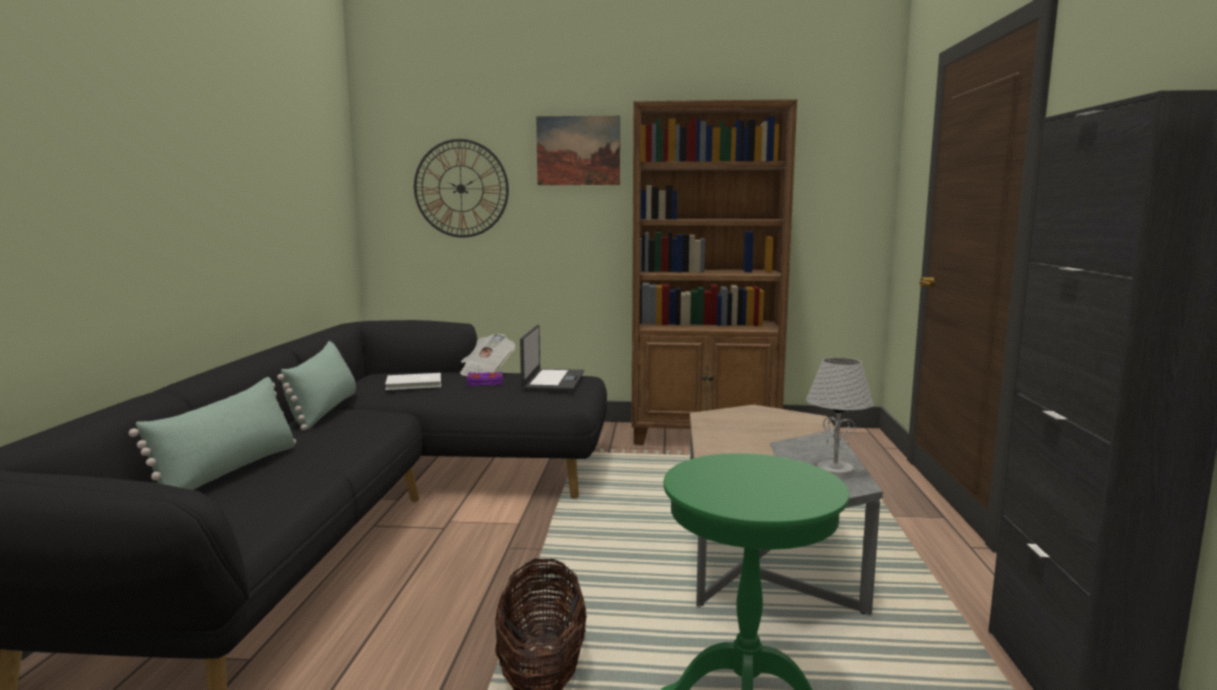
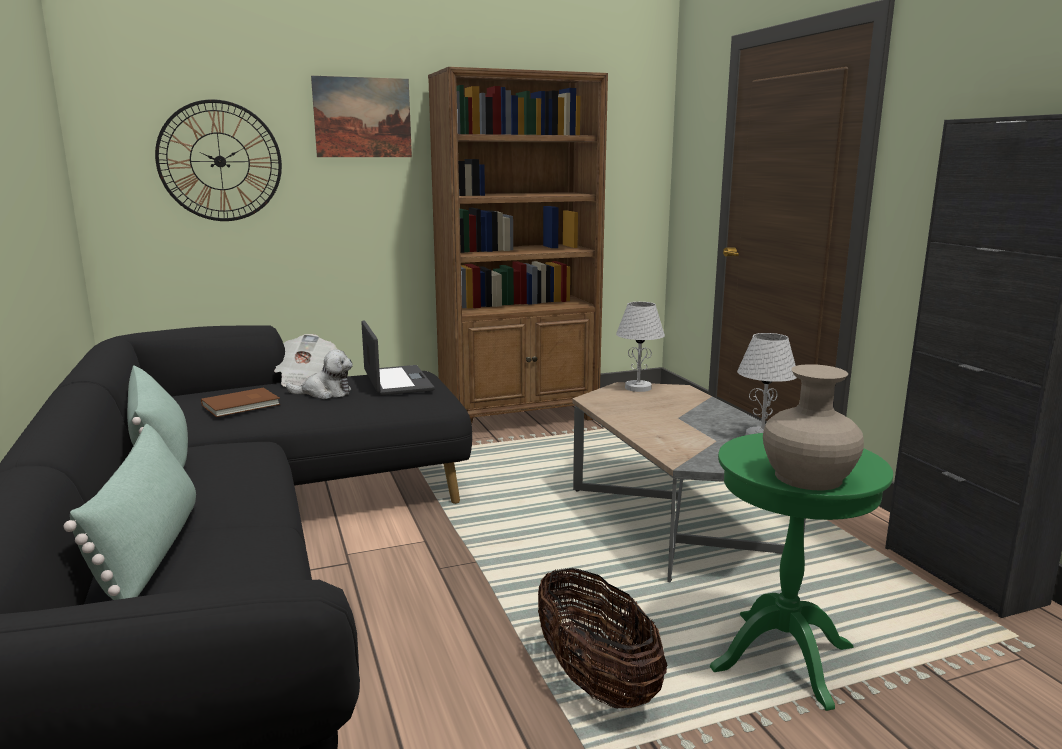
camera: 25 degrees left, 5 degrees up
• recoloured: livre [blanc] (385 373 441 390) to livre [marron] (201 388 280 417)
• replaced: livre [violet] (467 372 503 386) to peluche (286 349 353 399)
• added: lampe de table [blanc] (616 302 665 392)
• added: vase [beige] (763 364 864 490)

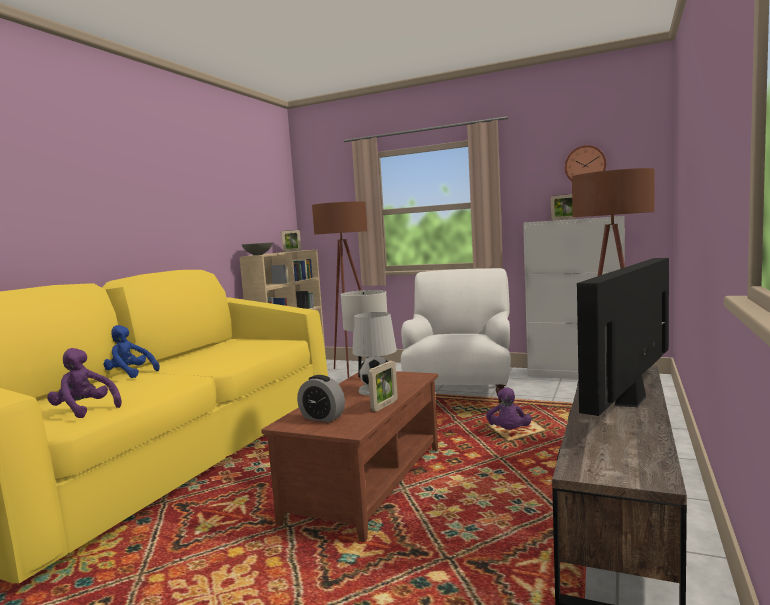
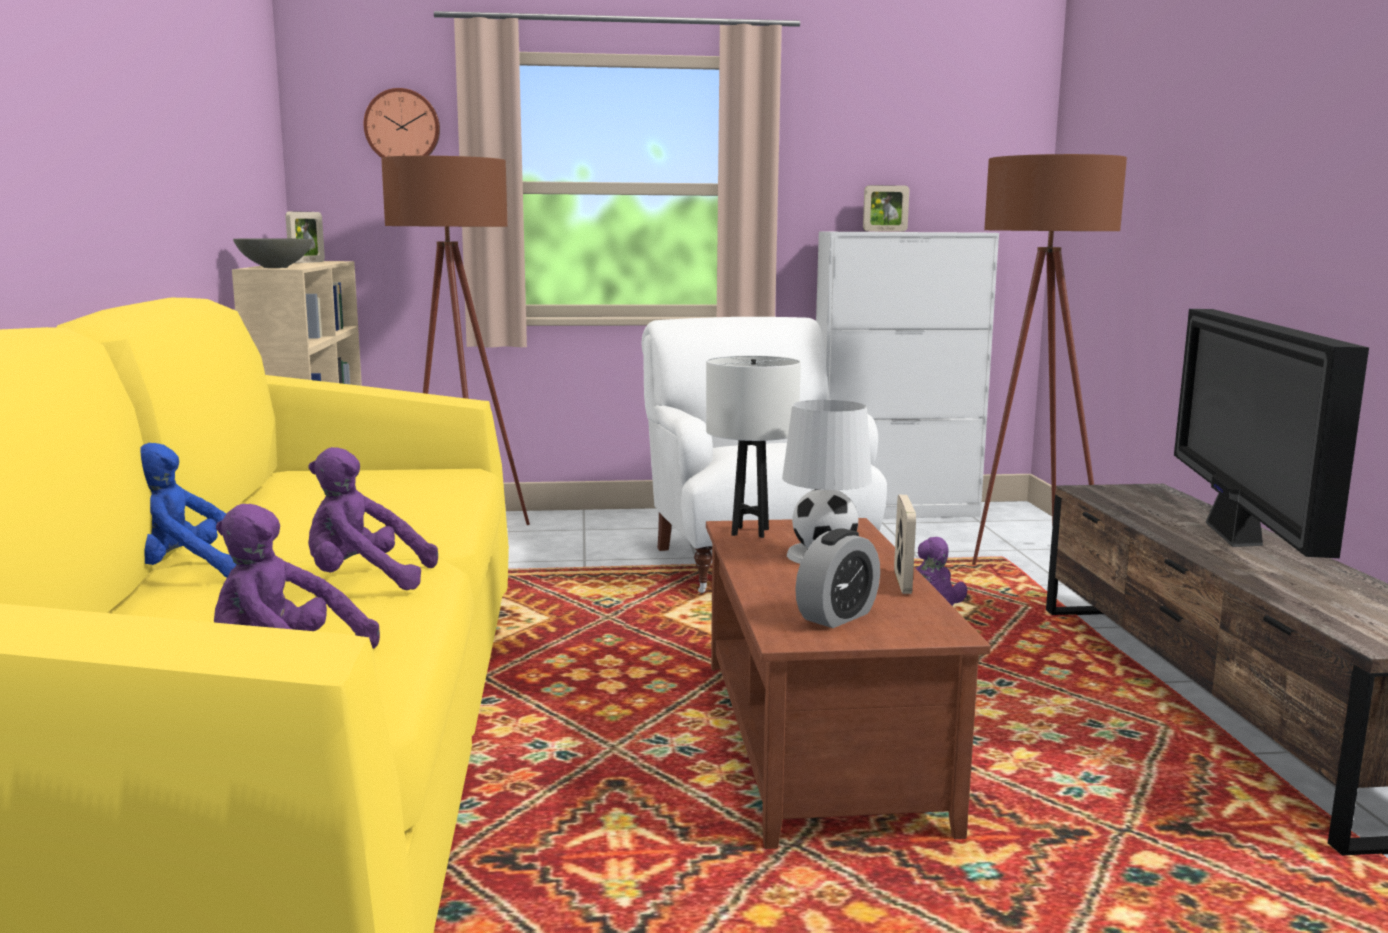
camera: 30 degrees left, 5 degrees up
• added: peluche [violet] (308 447 438 590)
• moved: horloge murale (565 145 606 181) to (364 88 440 158)
• turned: réveil (297 375 345 422) = (795 528 880 628) 45 degrees counterclockwise

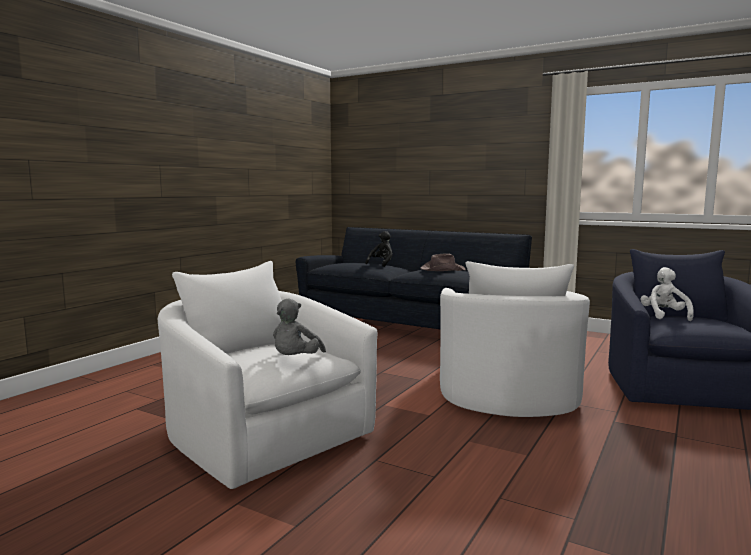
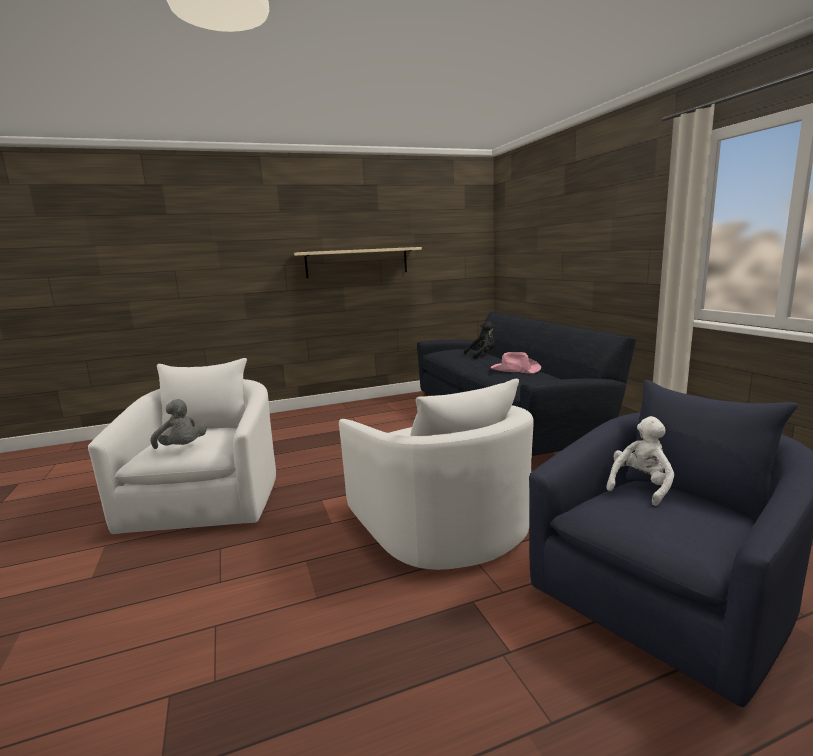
camera: 40 degrees right, 5 degrees up
• turned: peluche [gris] (273 299 326 355) = (150 399 207 449) 105 degrees counterclockwise
• added: étagère [beige] (294 247 422 278)
• turned: fauteuil [blanc] (440 261 590 417) = (339 379 534 570) 75 degrees counterclockwise
• recoloured: chapeau [marron] (421 253 466 271) to chapeau [rose] (491 352 541 373)

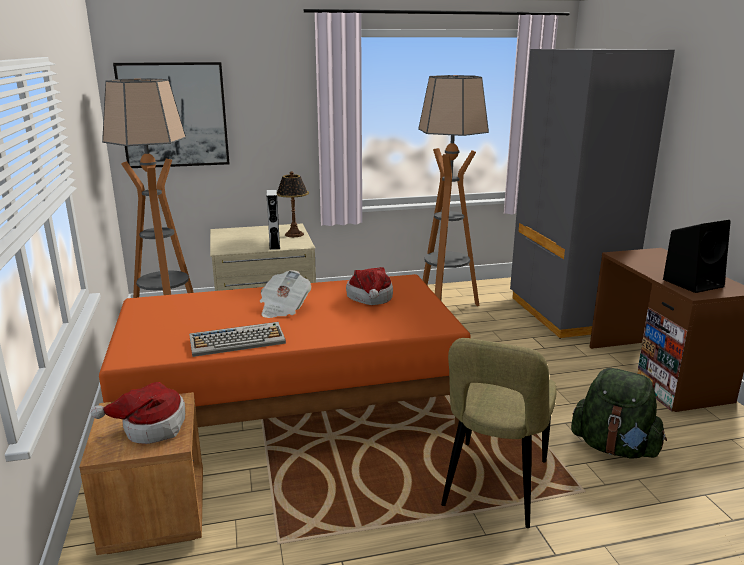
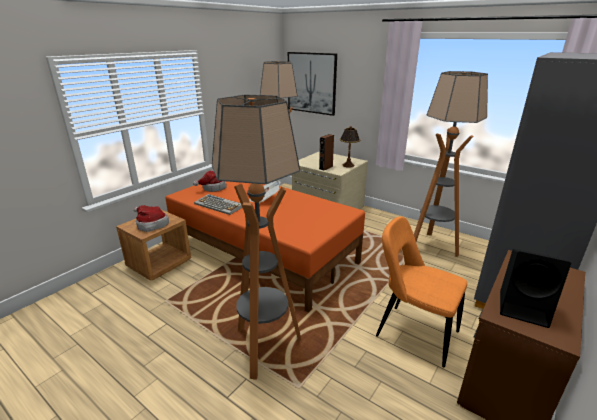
camera: 50 degrees right, 5 degrees up
• moved: chapeau (346 267 393 305) to (193 170 227 192)
• replaced: chaise [beige] (441 338 557 528) to lampadaire (212 95 302 380)
• recoloured: enceinte [gris] (266 190 280 250) to enceinte [marron] (319 134 334 171)
• added: chaise [orange] (376 216 467 367)
• removed: sac à dos [vert] (571 368 667 459)

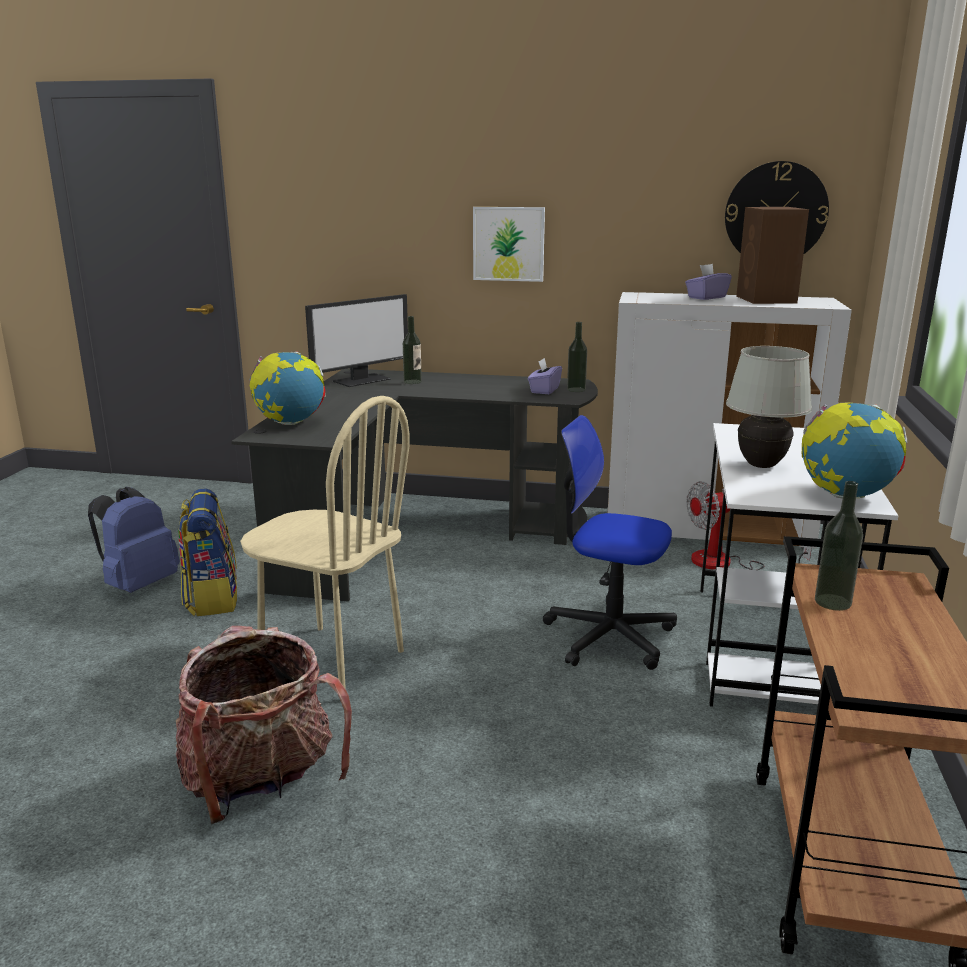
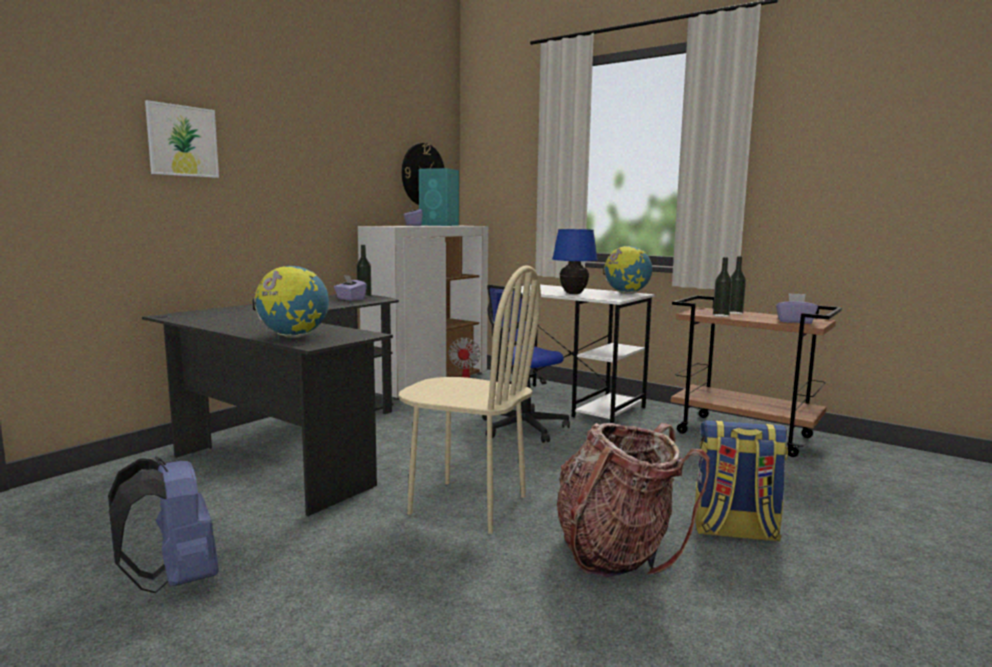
camera: 65 degrees left, 10 degrees down
• moved: tableau (473 207 545 282) to (145 100 219 178)
• turned: chaise [beige] (240 396 410 689) = (399 265 541 534) 60 degrees clockwise
• recoloured: enceinte [marron] (736 207 809 304) to enceinte [turquoise] (419 168 459 226)
• recoloured: lampe de table [blanc] (726 346 812 468) to lampe de table [bleu] (552 229 598 294)
• moved: sac à dos (178 489 237 616) to (695 420 788 542)
• moved: bouteille (403 316 422 384) to (730 256 746 314)
• added: boîte à mouchoirs [violet] (776 293 818 324)
• removed: écran d'ordinateur (305 294 408 387)

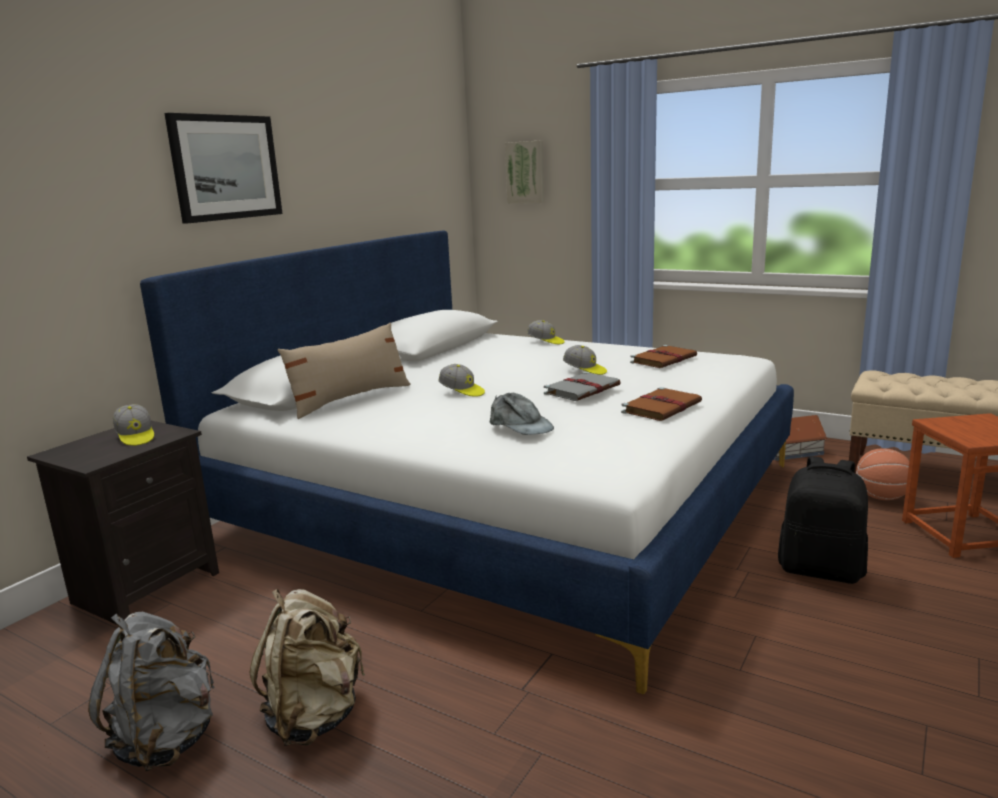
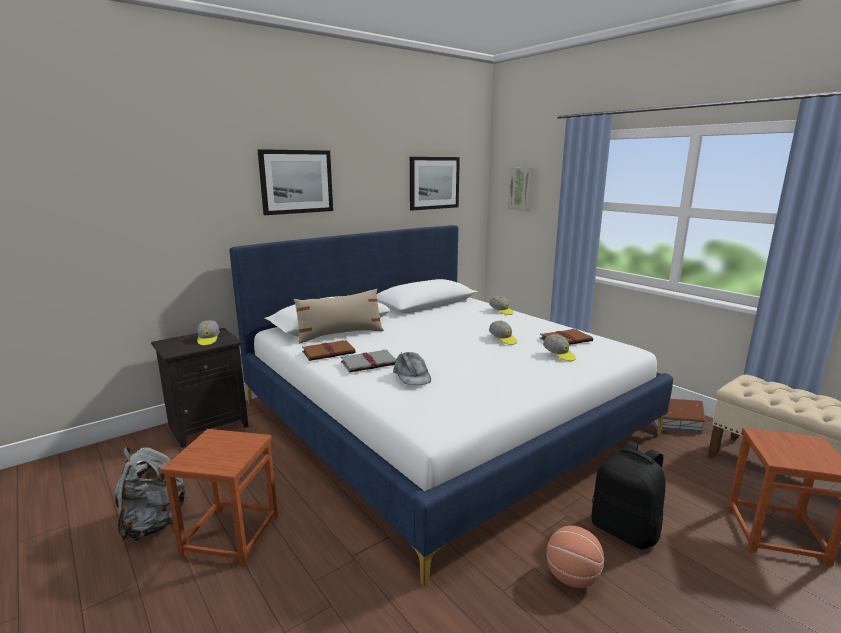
camera: 20 degrees right, 0 degrees up
• replaced: sac à dos [beige] (249 589 365 746) to tabouret [marron] (161 429 278 565)
• moved: livre [marron] (621 387 702 421) to (302 340 356 361)
• moved: livre [gris] (544 372 621 401) to (341 349 396 372)
• added: tableau (410 157 460 211)
• moved: casquette (438 364 485 397) to (543 334 576 361)
• moved: ballon de basket (856 448 909 500) to (547 526 604 588)

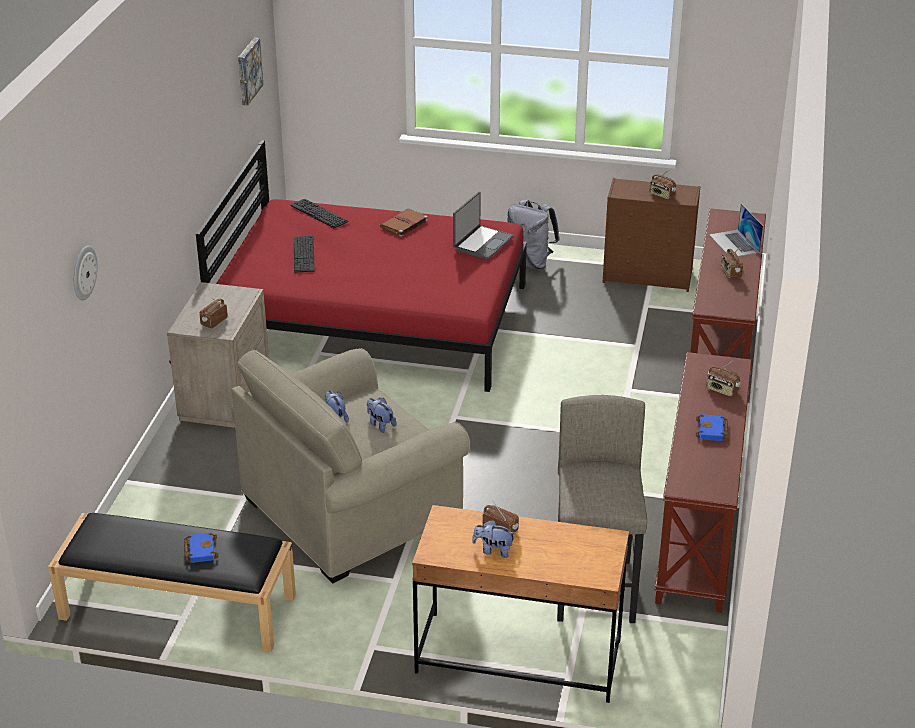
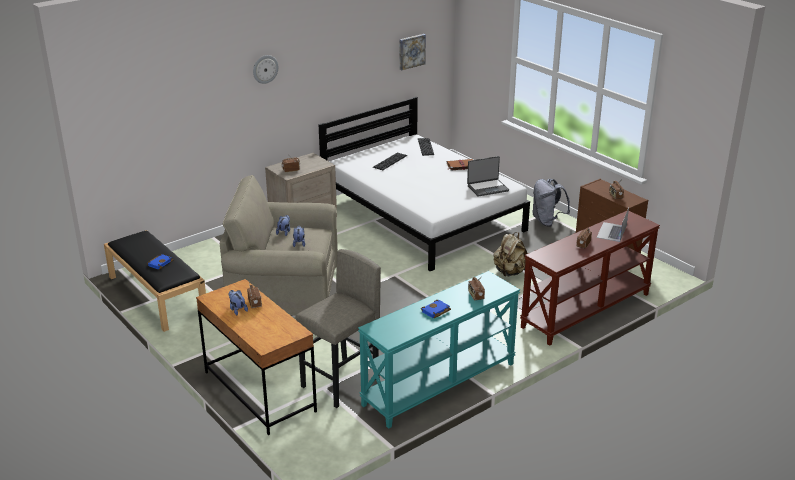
camera: 40 degrees right, 5 degrees down
• moved: horloge murale (74 246 98 301) to (253 55 279 84)
• recoloured: lit [rouge] (196 140 527 392) to lit [blanc] (318 97 530 271)
• recoloured: table console [marron] (655 352 752 613) to table console [turquoise] (358 271 520 429)
• added: sac à dos [beige] (494 232 528 276)

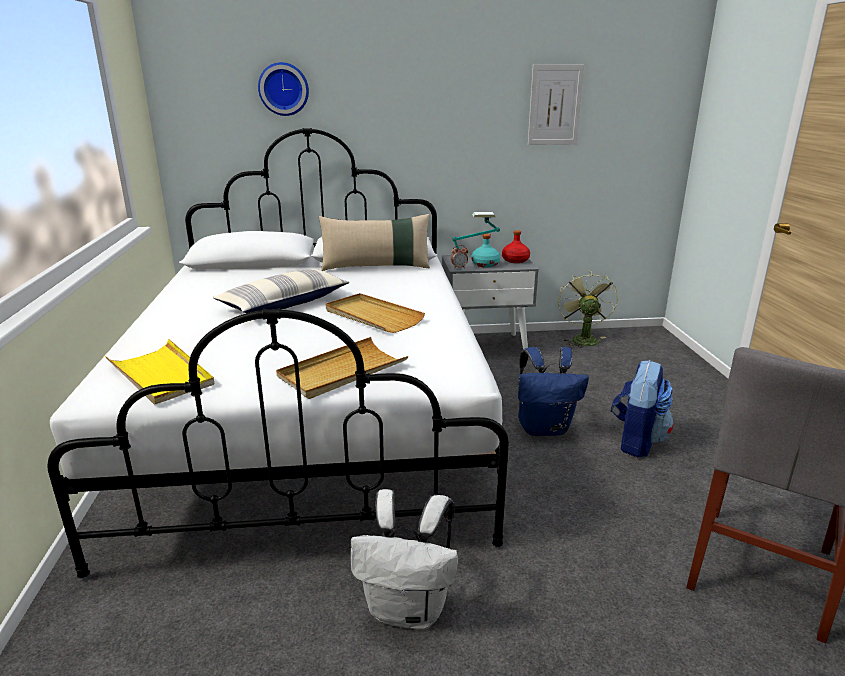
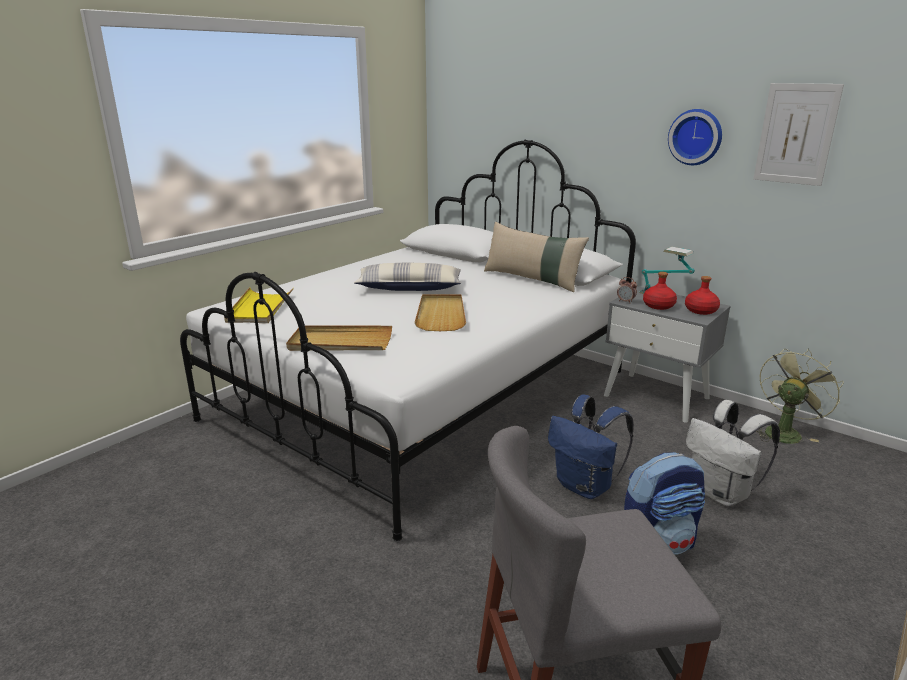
camera: 45 degrees right, 0 degrees up
• recoloured: bouteille [turquoise] (471 234 500 268) to bouteille [rouge] (643 272 677 310)
• moved: horloge murale (258 62 309 116) to (668 109 722 165)
• moved: sac à dos [blanc] (351 489 458 629) to (686 400 780 506)

